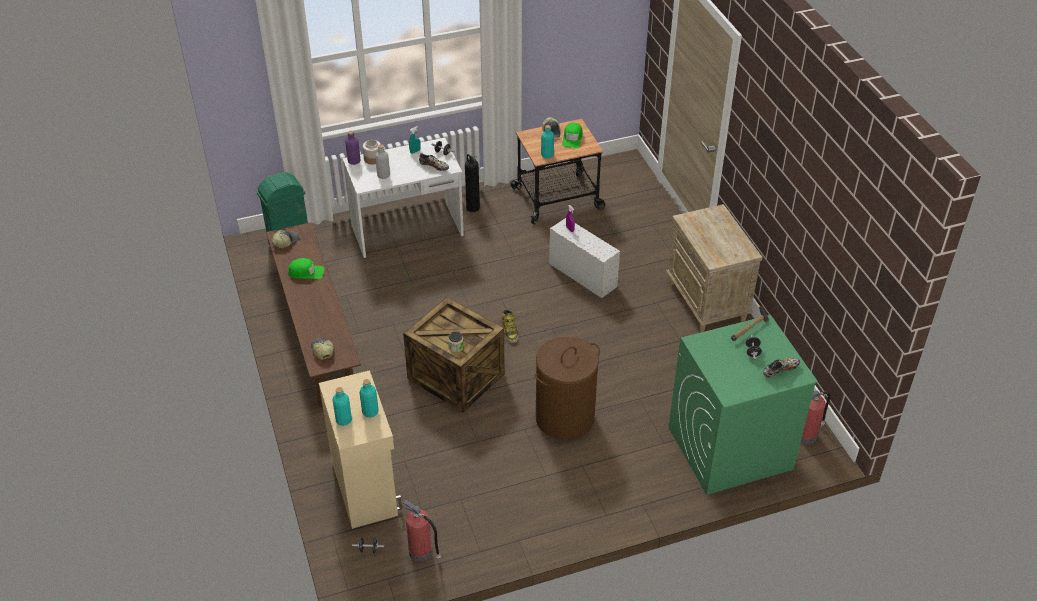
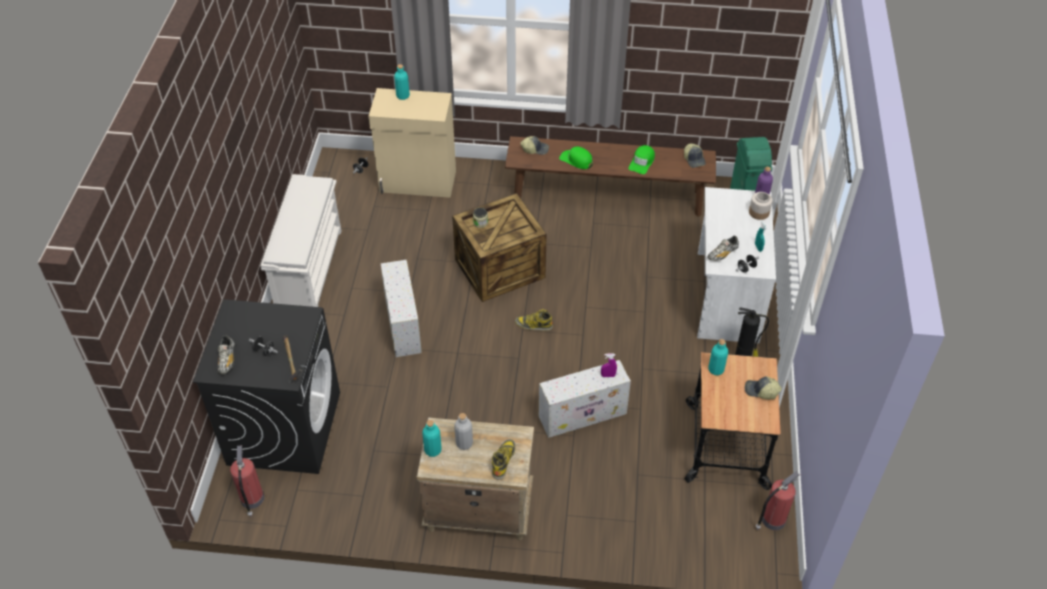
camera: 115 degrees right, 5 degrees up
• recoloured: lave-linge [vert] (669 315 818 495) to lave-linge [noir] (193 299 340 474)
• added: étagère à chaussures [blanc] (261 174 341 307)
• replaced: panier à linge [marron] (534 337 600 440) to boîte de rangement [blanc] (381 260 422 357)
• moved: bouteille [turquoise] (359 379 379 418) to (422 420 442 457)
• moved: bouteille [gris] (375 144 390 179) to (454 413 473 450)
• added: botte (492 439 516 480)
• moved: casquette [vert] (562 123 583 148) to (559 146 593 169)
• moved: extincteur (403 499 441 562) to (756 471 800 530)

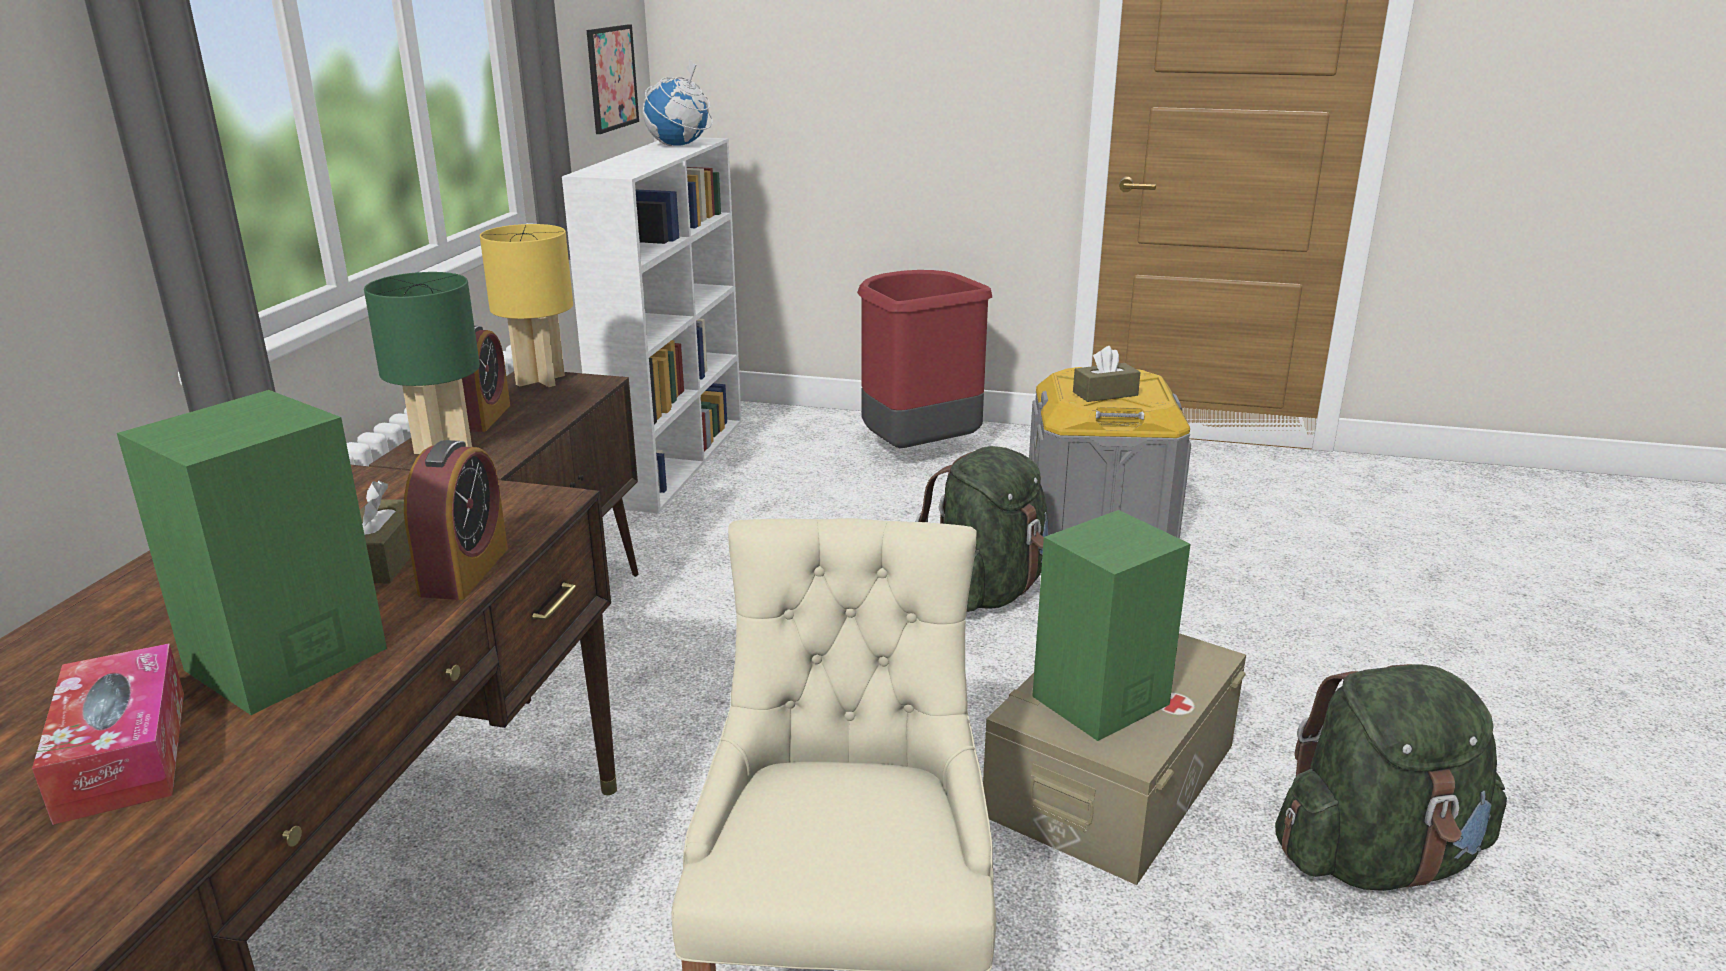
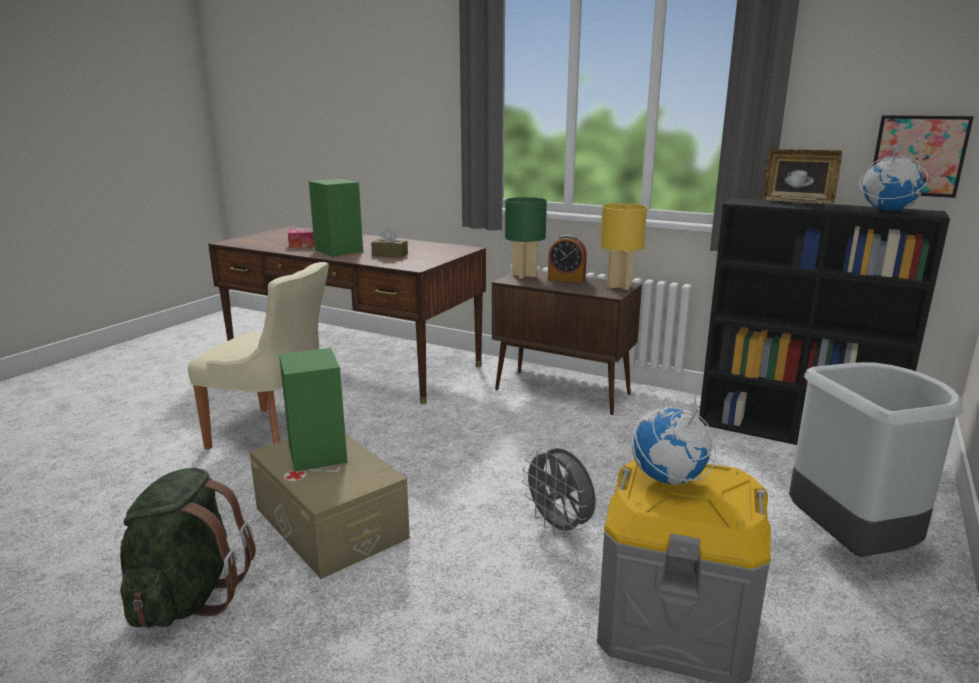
camera: 105 degrees right, 5 degrees down
• replaced: sac à dos [vert] (915 446 1048 612) to ventilateur [gris] (522 448 596 537)
• replaced: boîte à mouchoirs [marron] (1073 346 1141 402) to globe (632 396 716 485)
• recoloured: bibliothèque [blanc] (562 137 742 513) to bibliothèque [noir] (699 198 950 445)
• added: cadre photo (762 149 842 204)
• recoloured: poubelle [rouge] (857 270 992 448) to poubelle [gris] (789 362 963 557)
• removed: réveil (404 440 508 600)

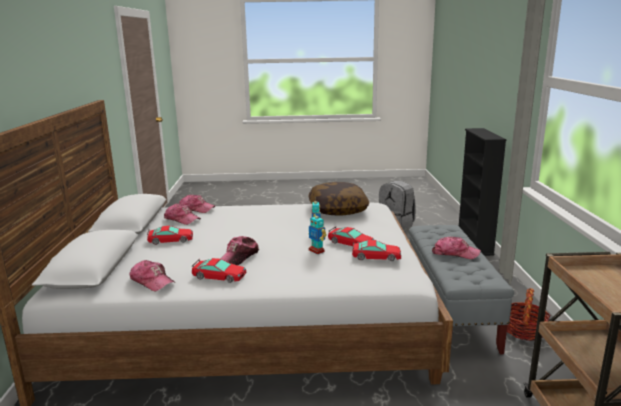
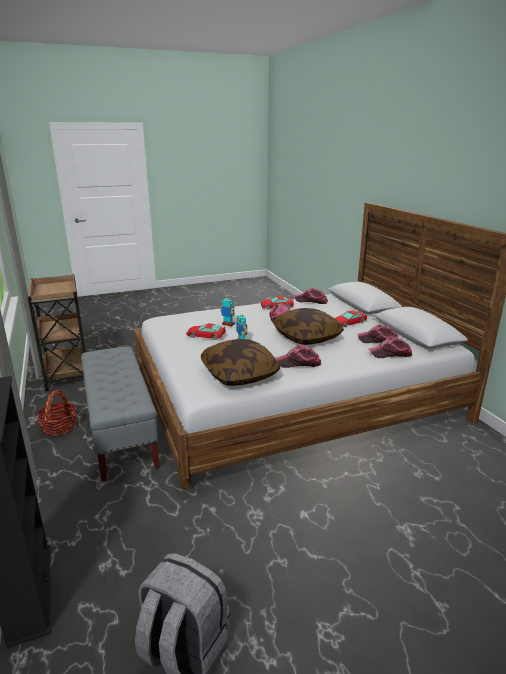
camera: 160 degrees right, 5 degrees up
• added: coussin (273 308 344 345)
• moved: casquette (432 236 481 259) to (276 345 321 368)
• removed: petite voiture (352 240 401 261)

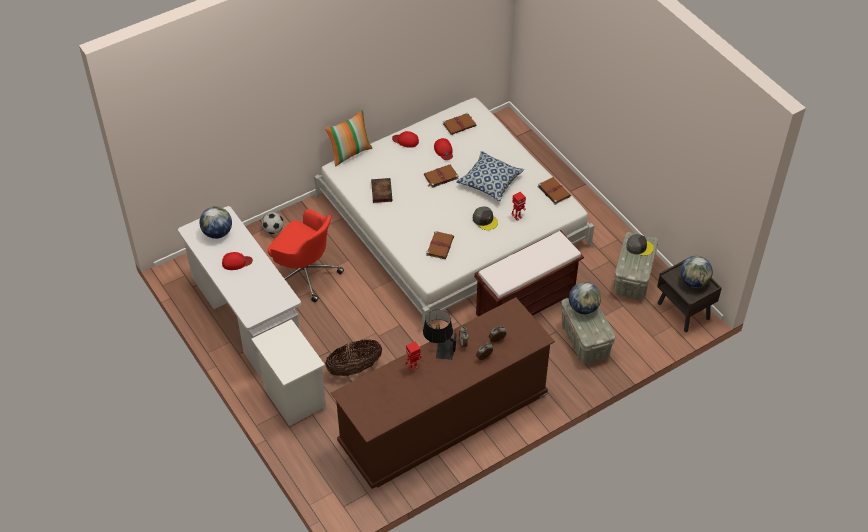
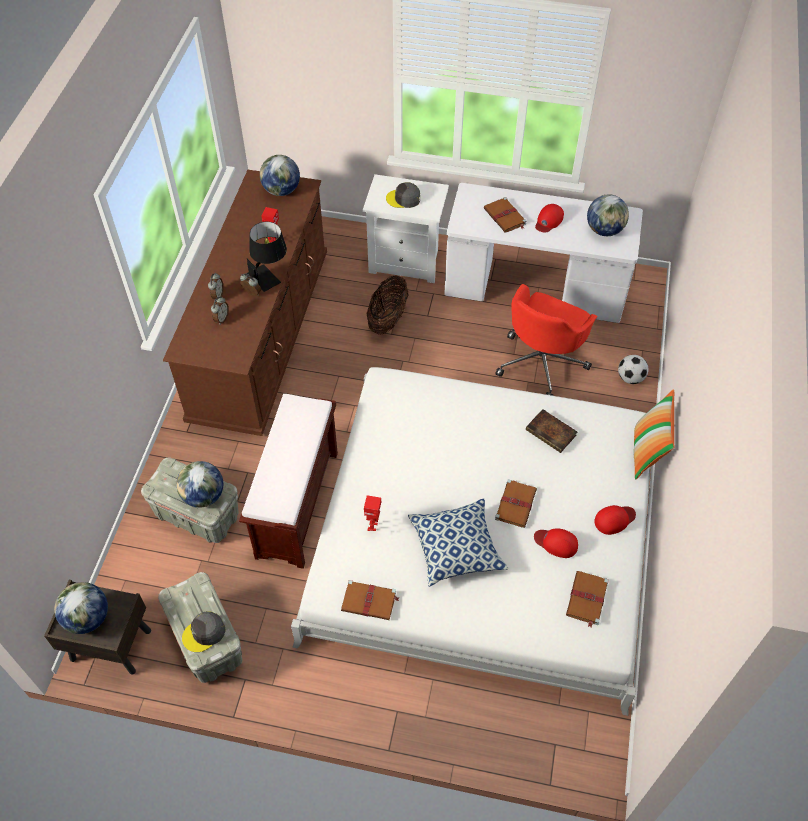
camera: 135 degrees right, 5 degrees up
• added: globe (260 155 300 196)
• moved: casquette [gris] (473 206 498 230) to (386 182 420 208)
• moved: livre [marron] (426 231 454 259) to (484 197 527 233)
• turned: chaise de bureau [rouge] (268 209 344 302) = (495 284 598 396) 45 degrees counterclockwise

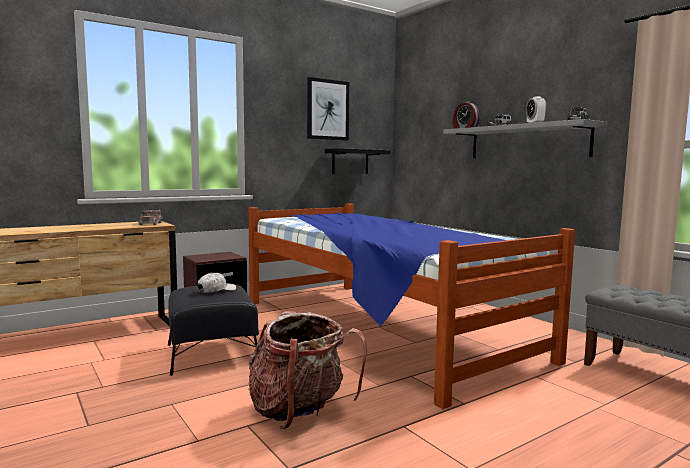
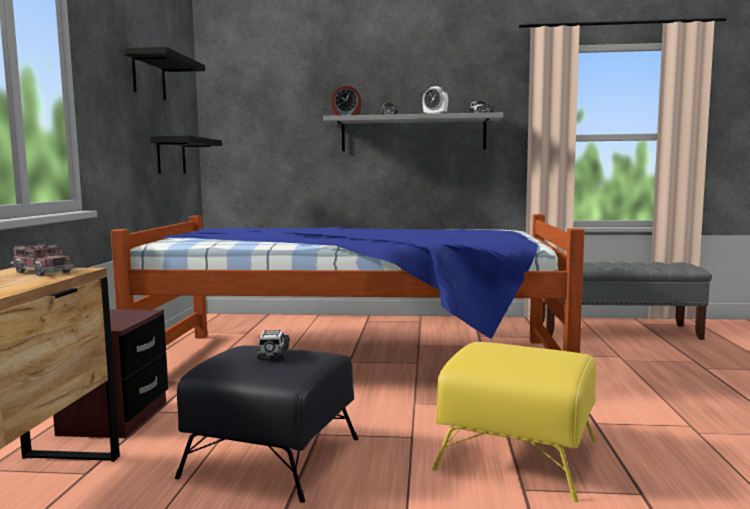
camera: 50 degrees left, 0 degrees up
• replaced: tableau (307 77 349 140) to étagère [noir] (124 47 205 100)
• replaced: casquette [blanc] (197 272 236 293) to petite voiture (256 329 290 359)
• replaced: sac à dos (248 311 367 429) to pouf [jaune] (432 342 596 502)

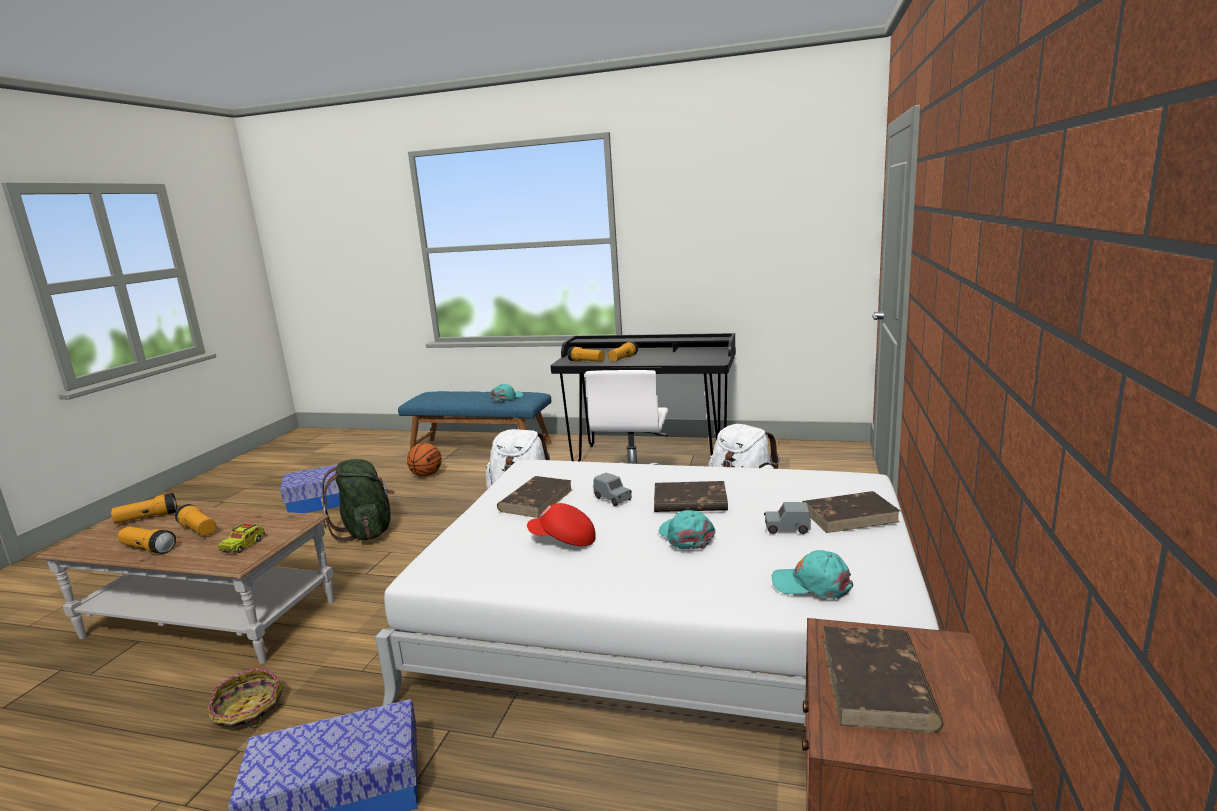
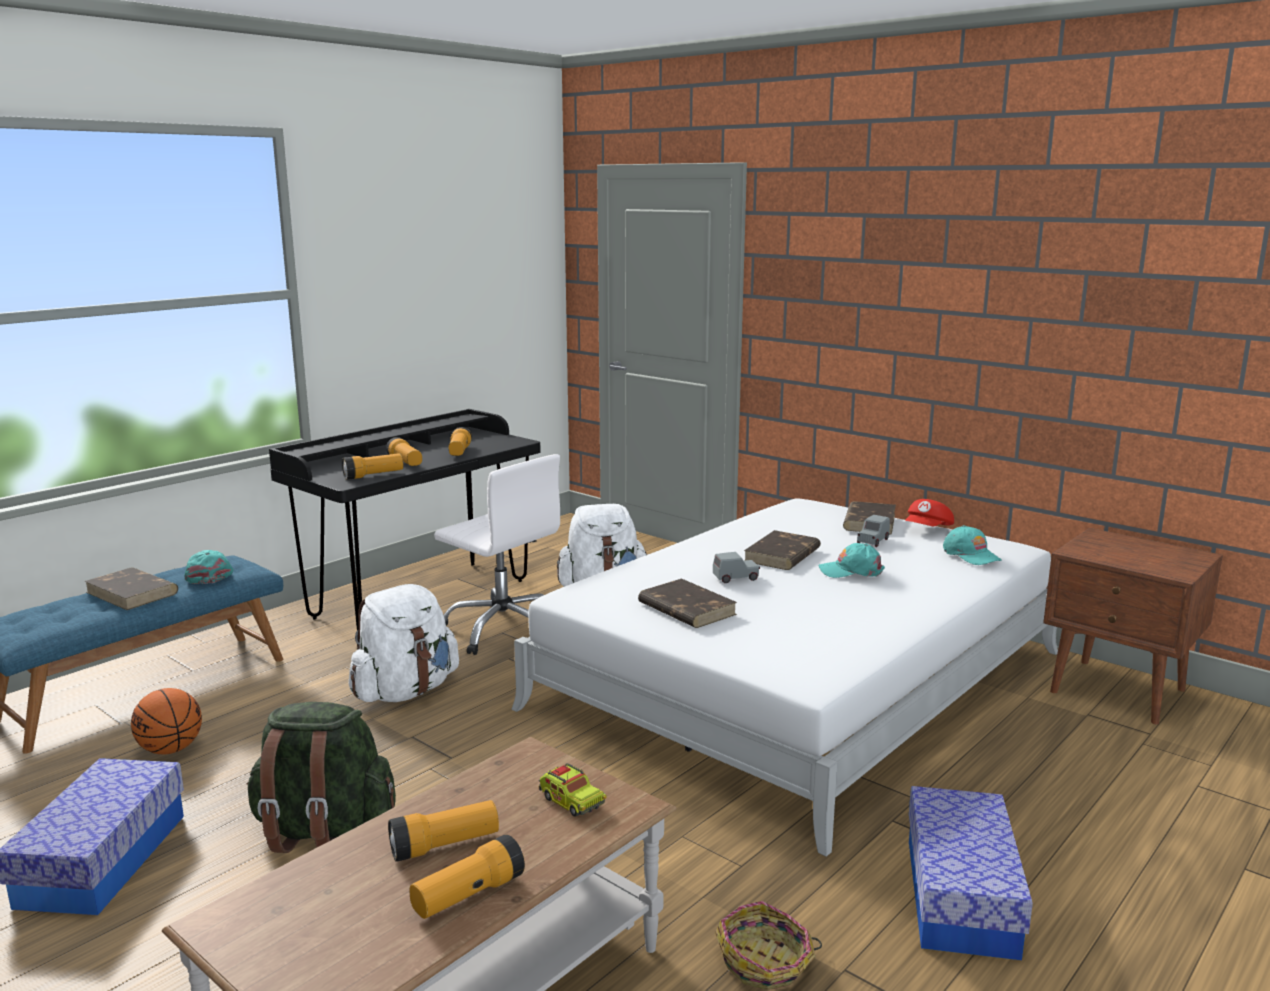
camera: 65 degrees left, 0 degrees up
• moved: livre [marron] (823 626 944 733) to (84 567 178 610)
• moved: lampe de poche (111 493 177 524) to (449 427 472 456)
• moved: casquette [rouge] (527 503 596 546) to (905 499 954 526)
• turned: casquette [turquoise] (772 550 853 599) = (943 525 1002 565) 75 degrees counterclockwise

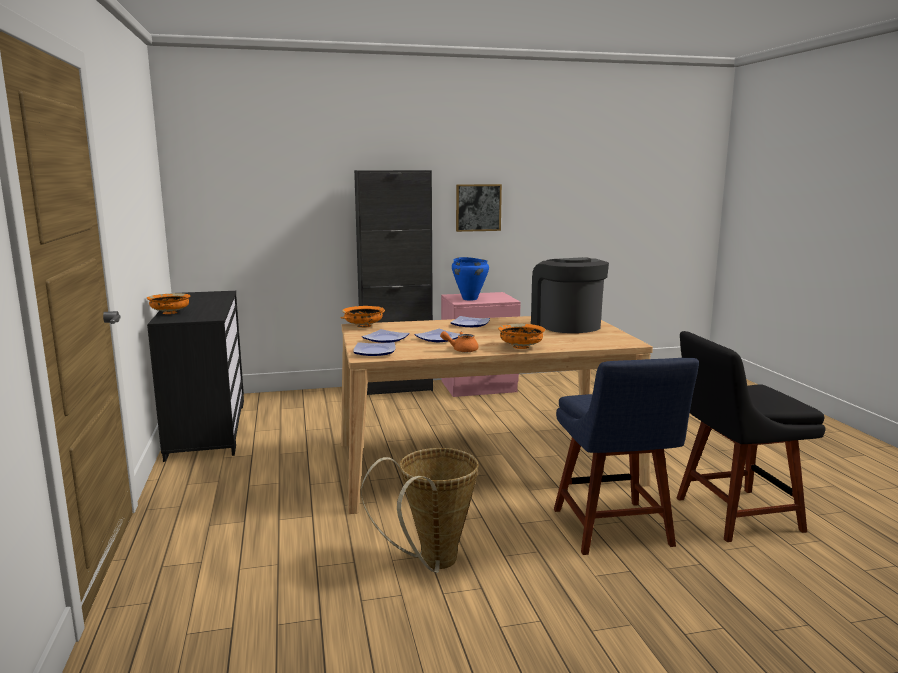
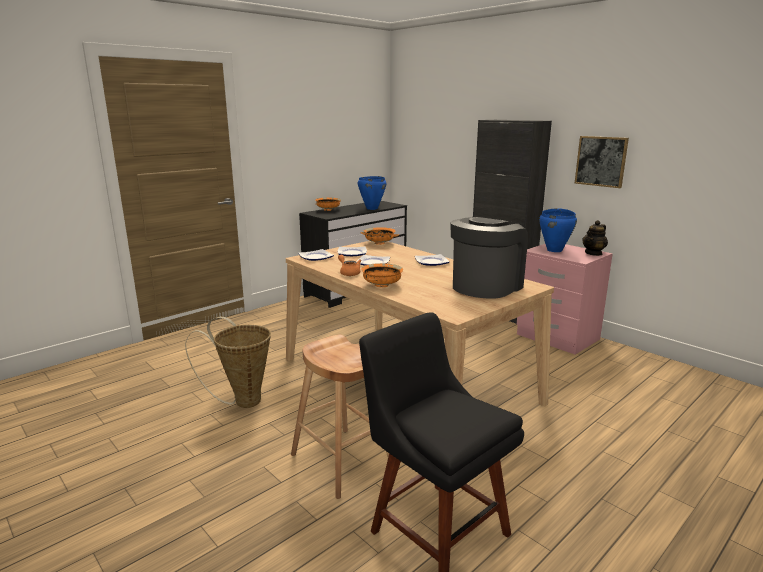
camera: 60 degrees right, 5 degrees up
• replaced: chaise [bleu] (554 358 699 555) to tabouret [marron] (291 335 389 499)
• added: marmite [bleu] (358 176 386 210)
• added: théière (582 220 608 256)

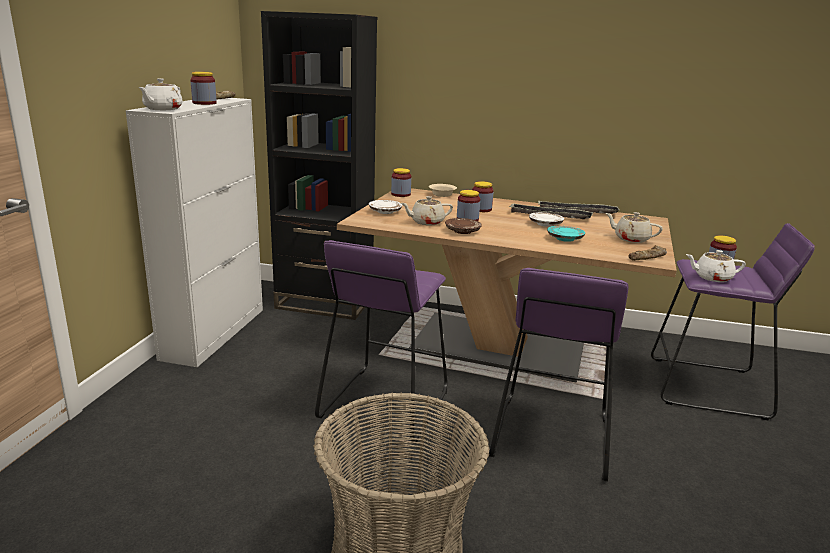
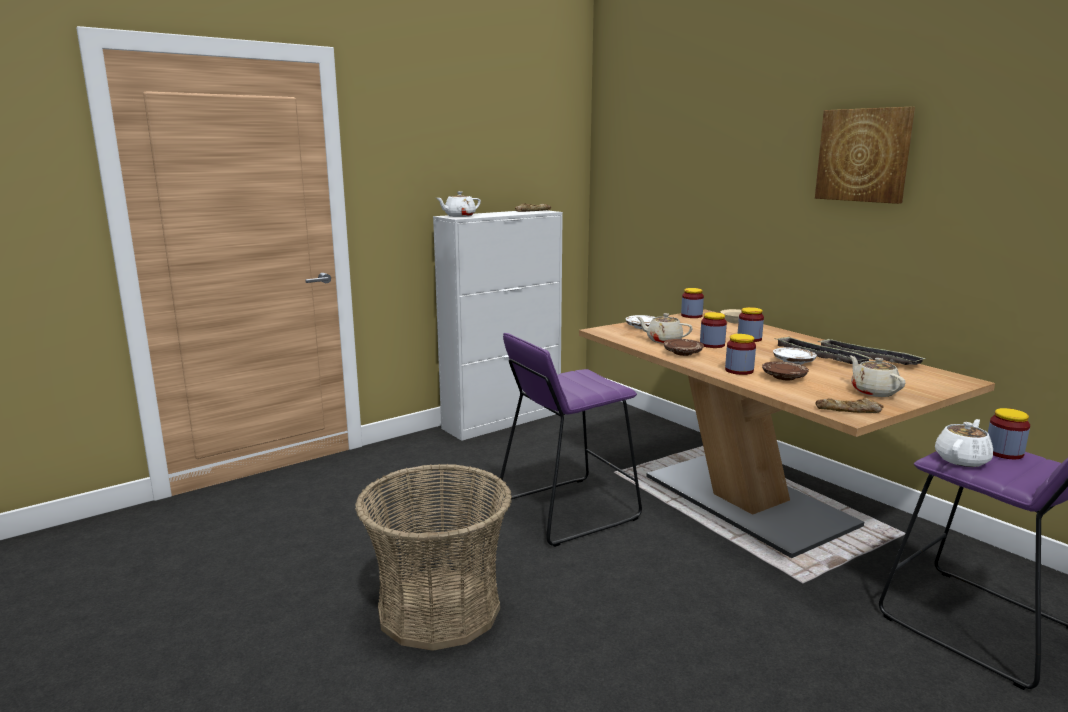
camera: 40 degrees right, 5 degrees down
• moved: bocal (190 72 217 105) to (725 334 756 375)
• recoloured: assiette [turquoise] (547 226 585 242) to assiette [marron] (762 361 809 380)
• added: tableau (815 107 915 204)
• turned: théière [blanc] (686 250 746 282) = (935 419 993 467) 90 degrees clockwise
• removed: bibliothèque [noir] (261 11 377 320)
• removed: tabouret [violet] (489 268 628 481)

